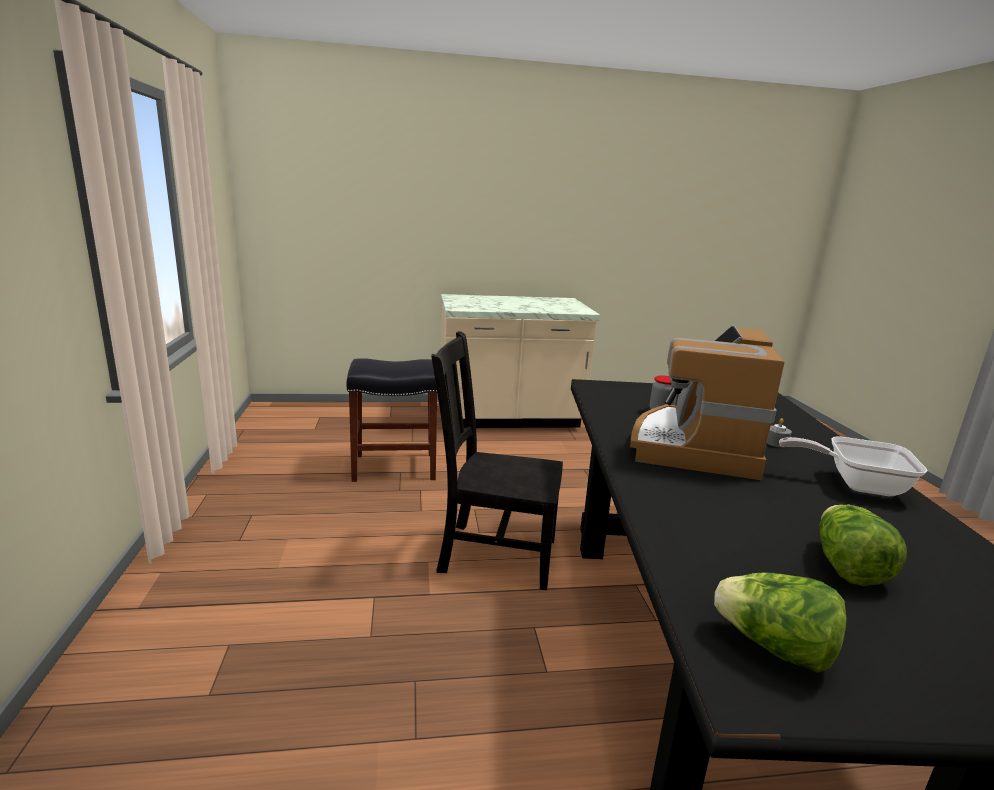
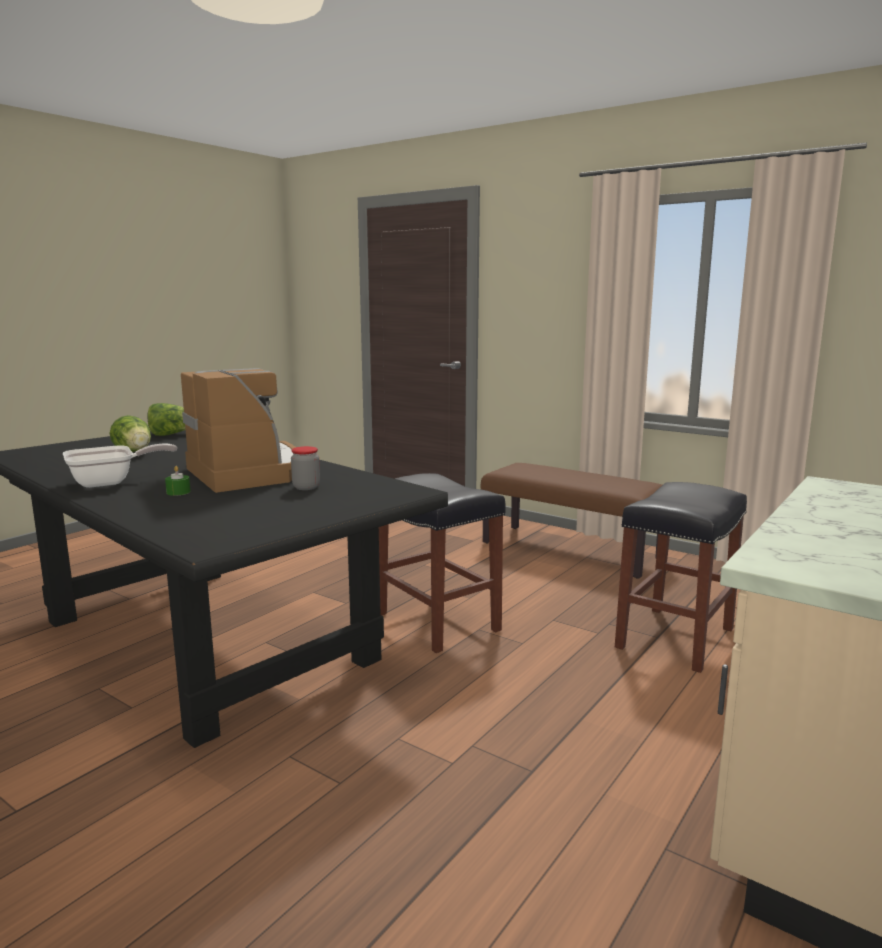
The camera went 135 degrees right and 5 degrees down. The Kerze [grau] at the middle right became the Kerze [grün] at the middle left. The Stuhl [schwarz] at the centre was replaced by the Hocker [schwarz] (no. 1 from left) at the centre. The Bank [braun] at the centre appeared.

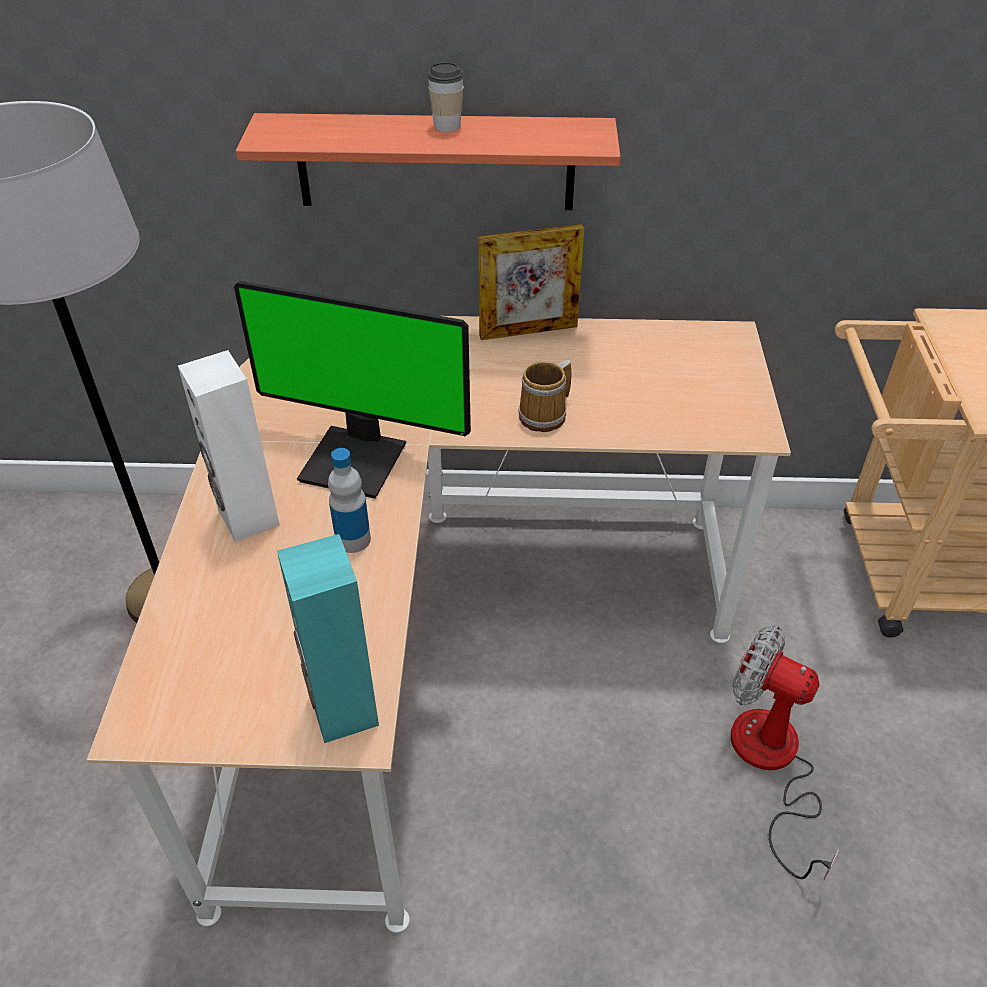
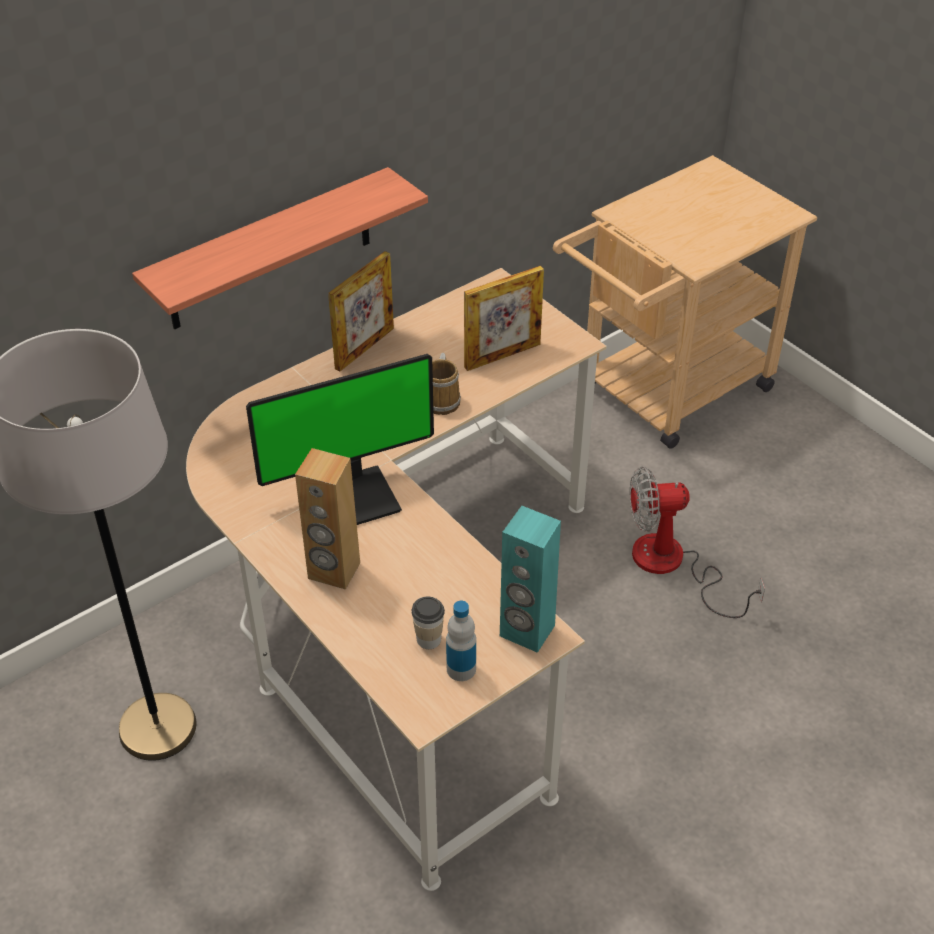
The camera went 40 degrees left and 0 degrees up. The Lautsprecher [weiß] at the middle left became the Lautsprecher [braun] at the centre. The Tasse moved from the top centre to the bottom centre. The Flasche moved from the centre to the bottom centre. The Bilderrahmen (no. 2 from left) at the centre appeared.

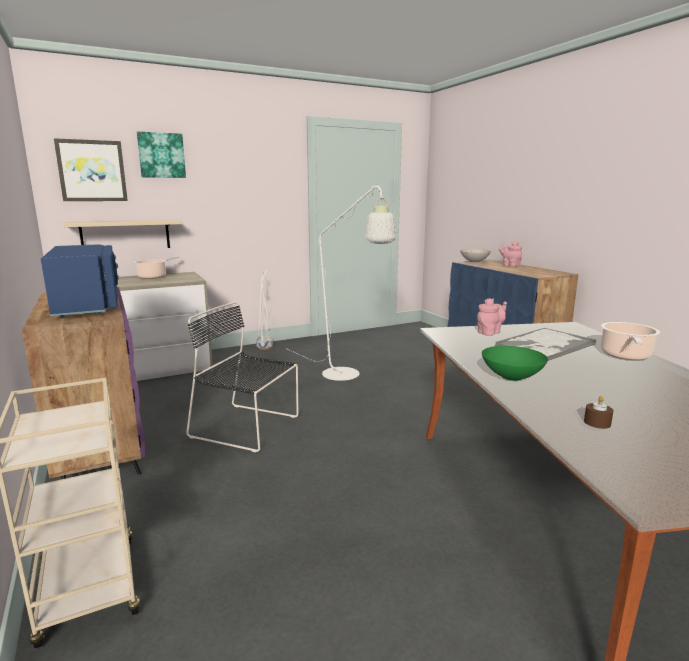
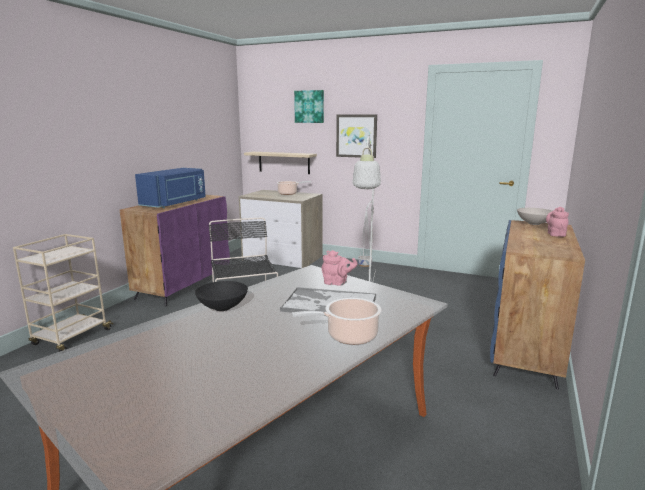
The camera went 50 degrees right and 0 degrees up. The Schüssel [grün] at the middle right became the Schüssel [schwarz] at the centre. The Bild (no. 1 from left in the first image) moved from the top left to the top centre. The Kerze [braun] at the middle right disappeared.

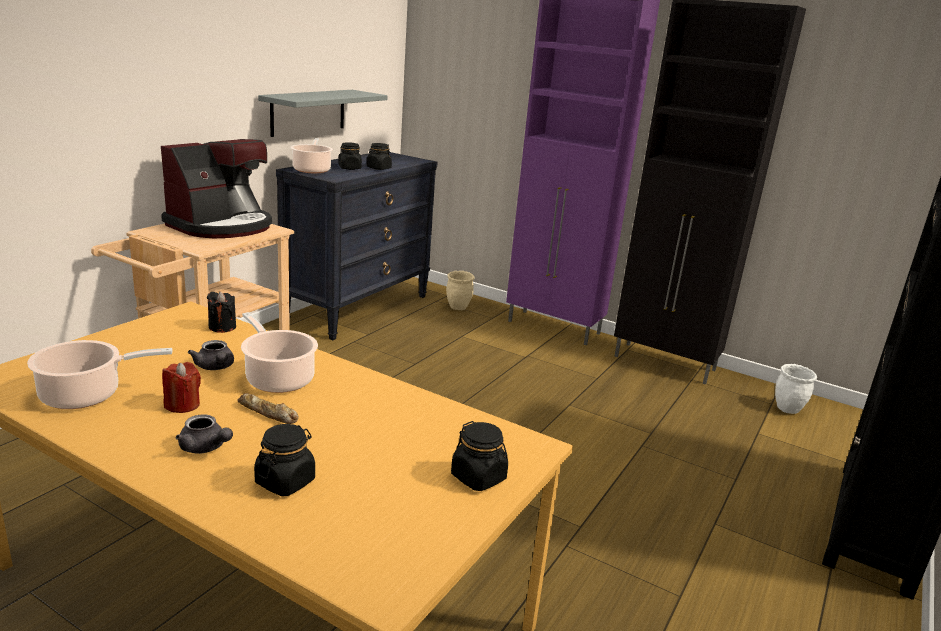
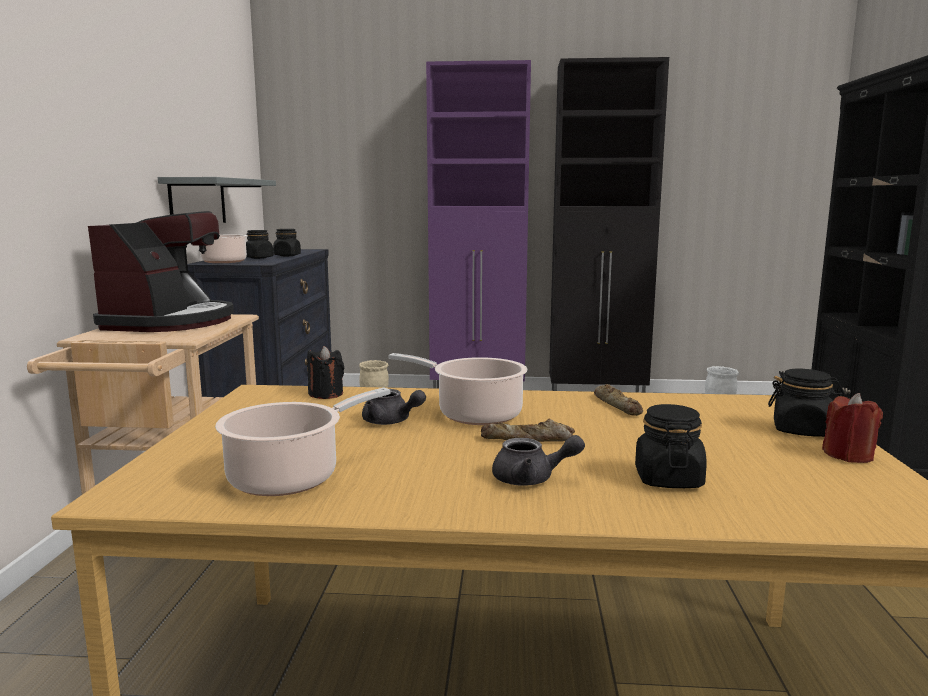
The camera went 25 degrees left and 10 degrees down. The Brot (no. 2 from left) at the centre appeared. The Kerze [rot] moved from the middle left to the middle right.

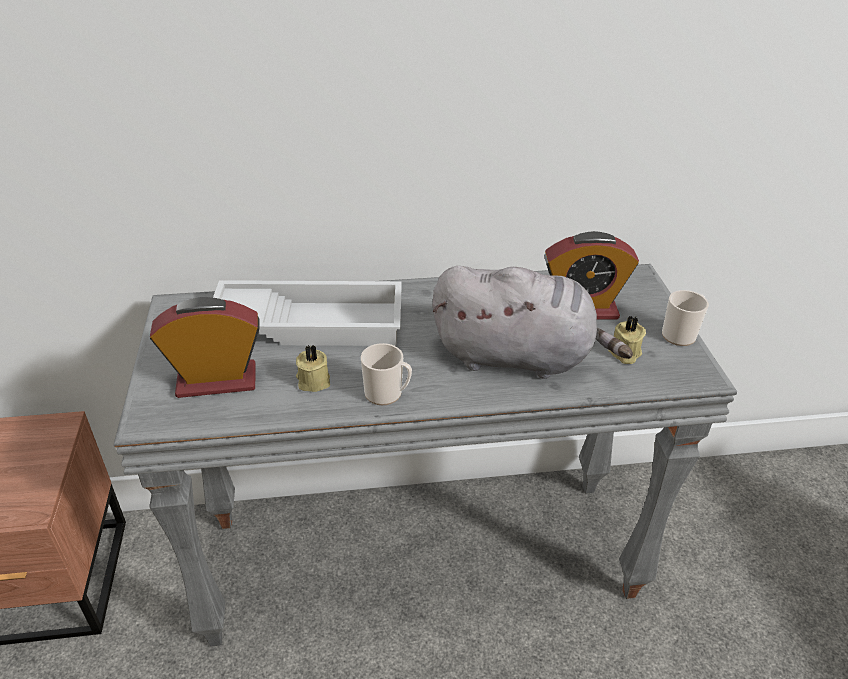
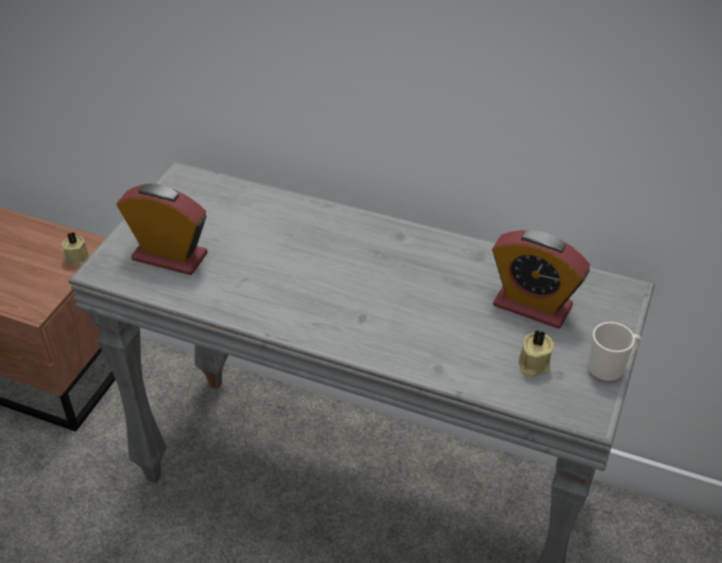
The camera went 30 degrees right and 5 degrees up. The Kerze [beige] (no. 1 from left) moved from the centre to the middle left. The Tablett [weiß] at the centre disappeared. The Henkelbecher (no. 1 from left) at the centre disappeared. The Plüschtier [grau] at the centre disappeared.

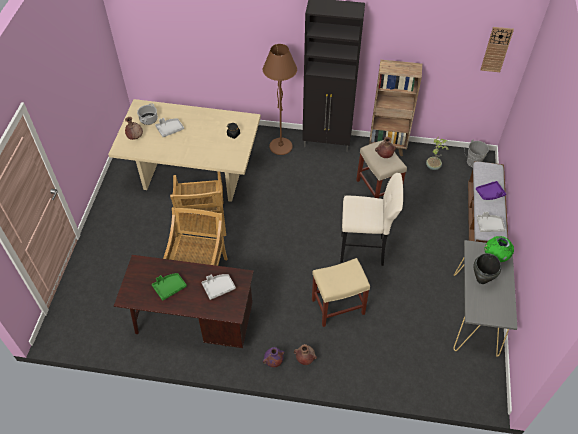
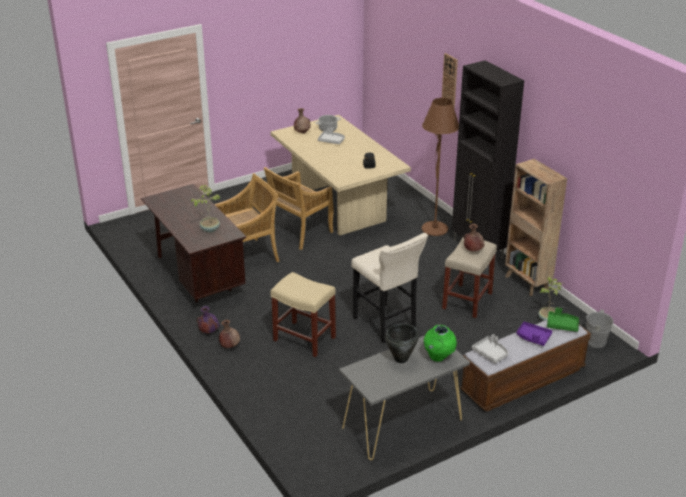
The camera went 50 degrees right and 20 degrees down. The Tablett [grau] (no. 2 from left) at the centre was replaced by the Topfpflanze (no. 1 from left) at the middle left. The Wanduhr moved from the top right to the top centre. The Tablett [grün] moved from the middle left to the middle right.

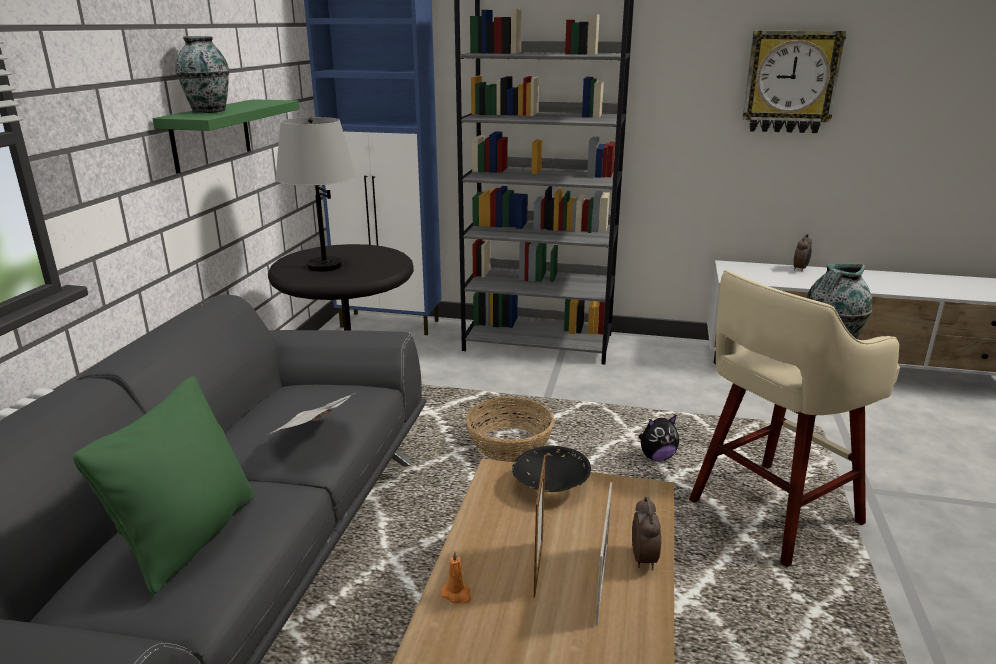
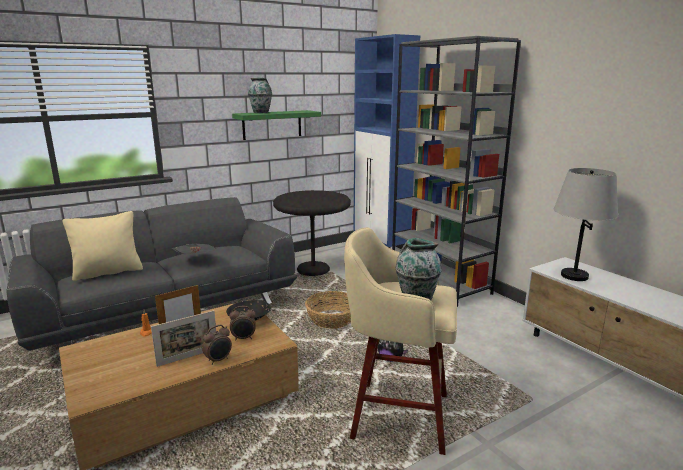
The camera went 45 degrees right and 5 degrees down. The Kissen [grün] at the bottom left became the Kissen [beige] at the middle left. The Wecker (no. 2 from left) moved from the middle right to the bottom centre. The Tischlampe [grau] moved from the top left to the middle right. The Wanduhr at the top right disappeared.

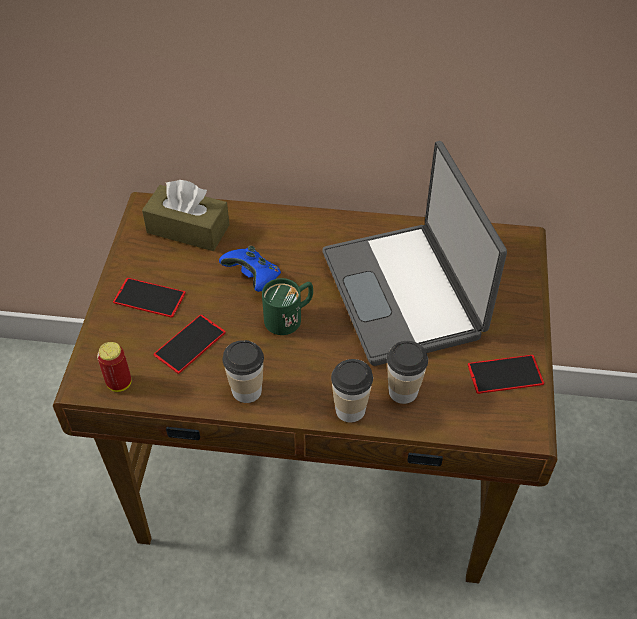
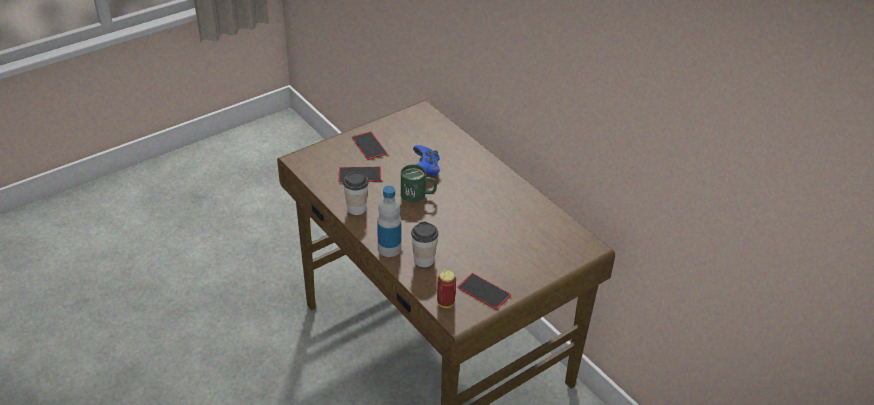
The camera went 45 degrees right and 10 degrees down. The Tasse (no. 2 from left) at the centre was replaced by the Flasche at the centre. The Dose moved from the middle left to the bottom centre. The Taschentuchbox [braun] at the middle left disappeared. The Laptop at the centre disappeared.

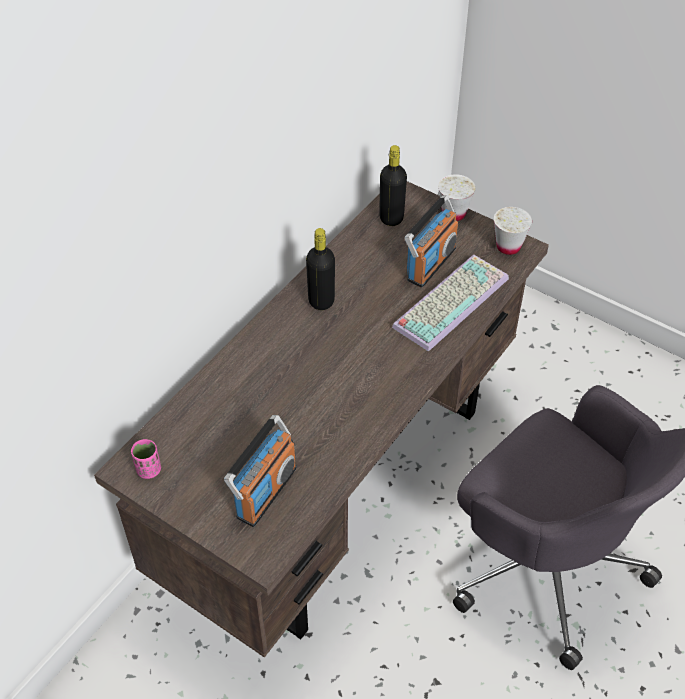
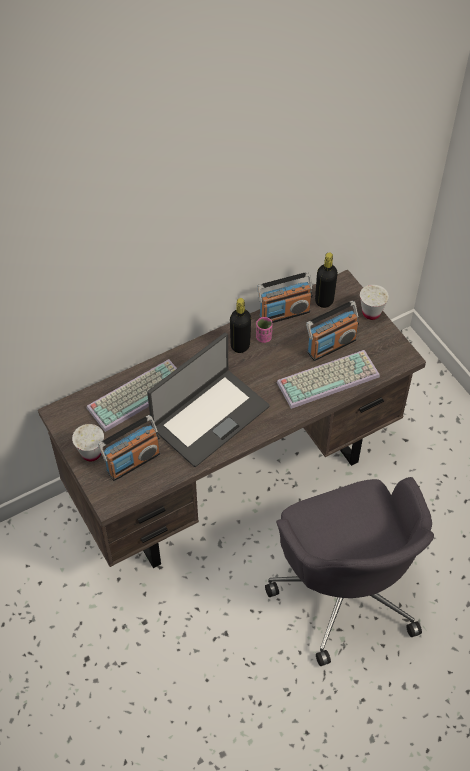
The camera went 25 degrees right and 5 degrees up. The Tasse [weiß] (no. 2 from left in the first image) moved from the top right to the middle left. The Tastatur (no. 1 from left) at the middle left appeared. The Laptop at the centre appeared. The Tasse [rosa] moved from the middle left to the centre. The Radio (no. 2 from left) at the centre appeared.

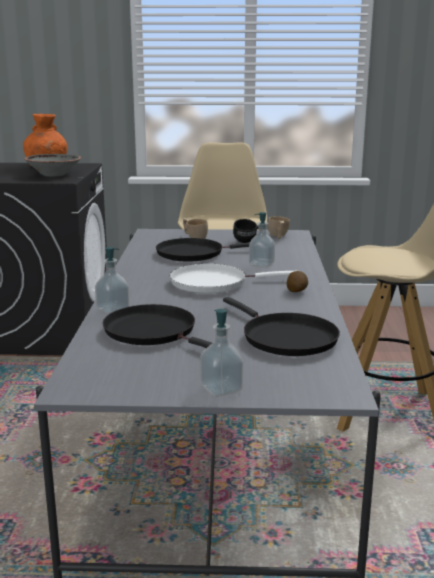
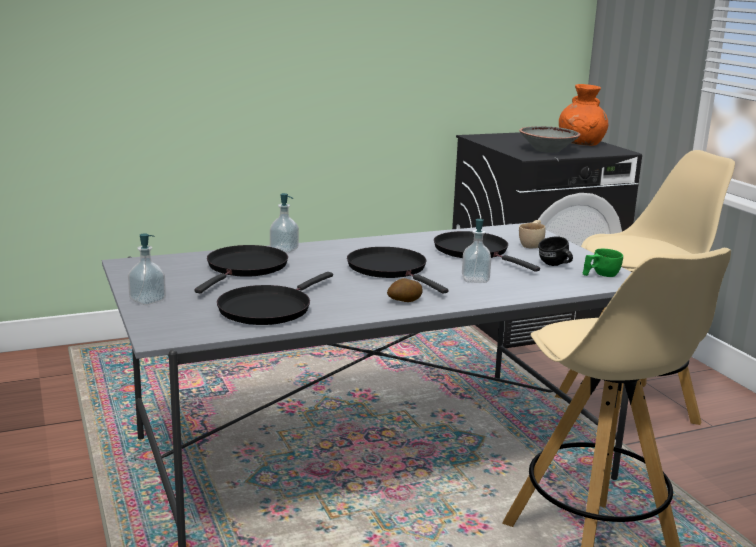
The camera went 65 degrees right and 0 degrees up. The Pfanne [weiß] at the centre became the Pfanne [schwarz] (no. 3 from left) at the centre. The Tasse [beige] (no. 2 from left) at the centre became the Tasse [grün] at the middle right.

